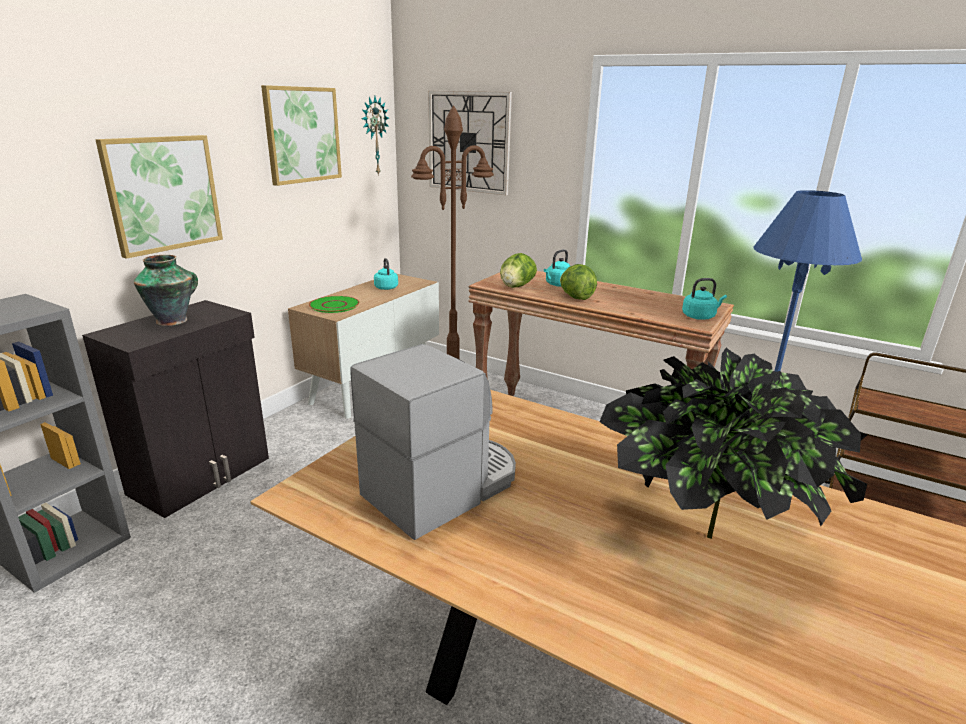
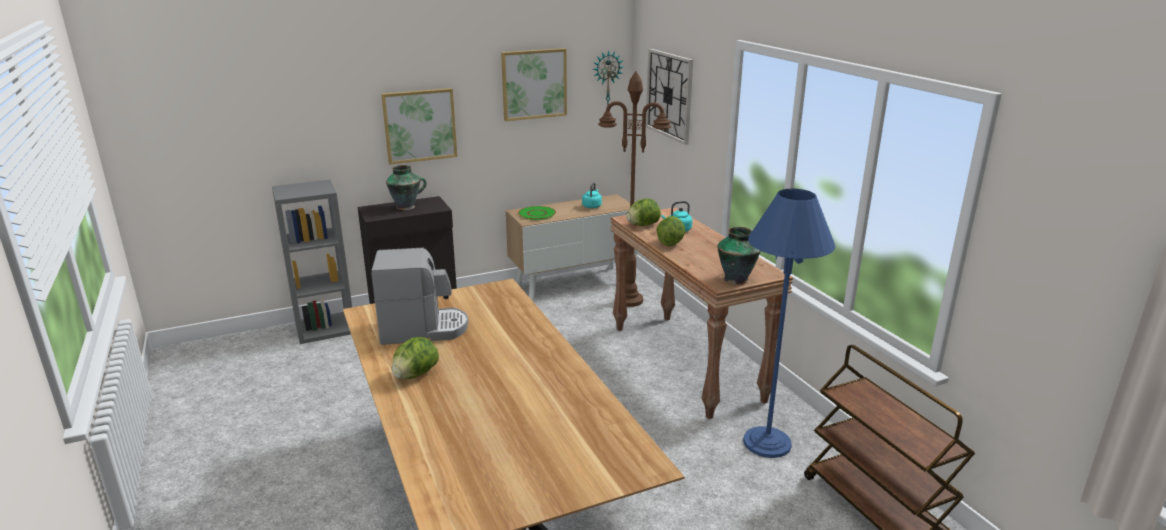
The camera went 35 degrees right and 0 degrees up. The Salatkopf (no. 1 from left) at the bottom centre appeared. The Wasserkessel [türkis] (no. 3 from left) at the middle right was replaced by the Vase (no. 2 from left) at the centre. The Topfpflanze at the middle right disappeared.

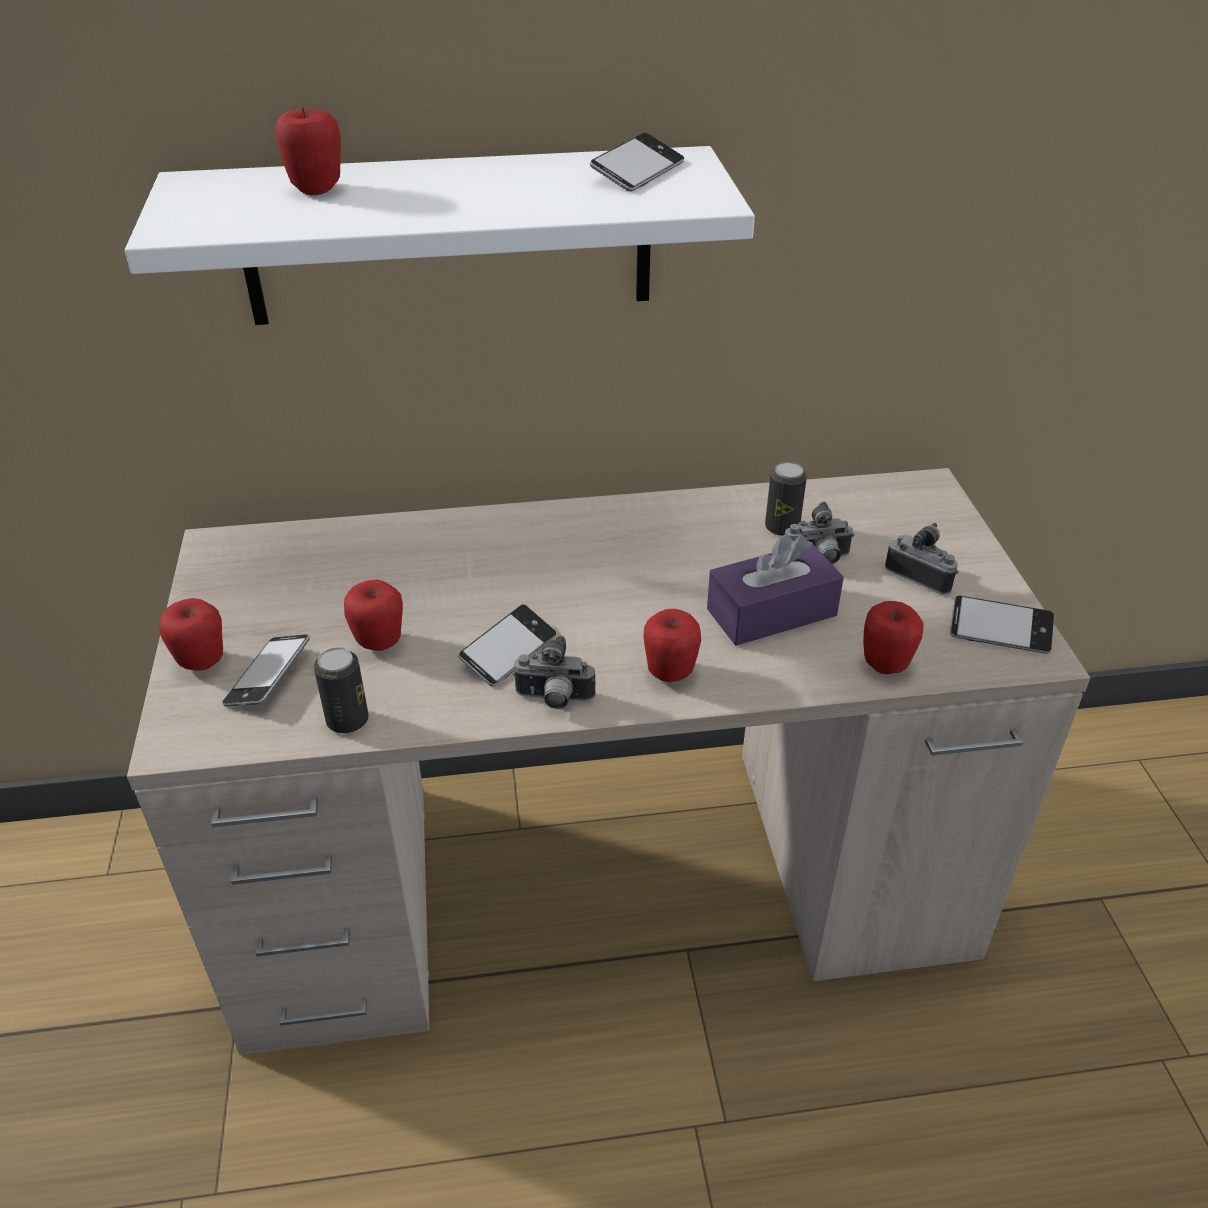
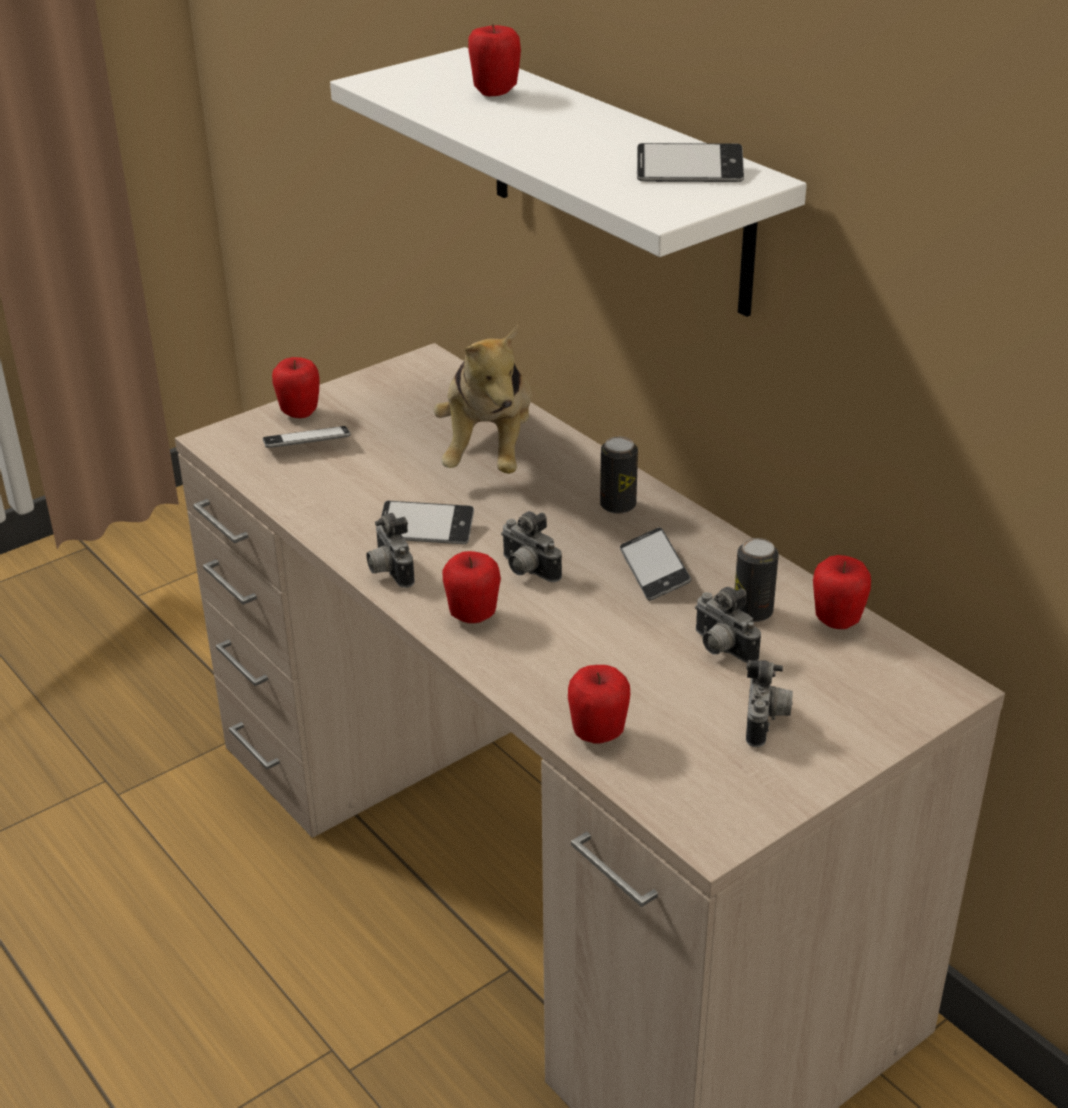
The camera went 60 degrees right and 5 degrees down. The Plüschtier at the centre appeared. The Kamera (no. 2 from left) at the centre appeared. The Dose (no. 1 from left) moved from the middle left to the centre. The Handy (no. 4 from left in the first image) moved from the middle right to the centre. The Apfel (no. 3 from left in the first image) moved from the middle left to the middle right. The Taschentuchbox [lila] at the centre disappeared.

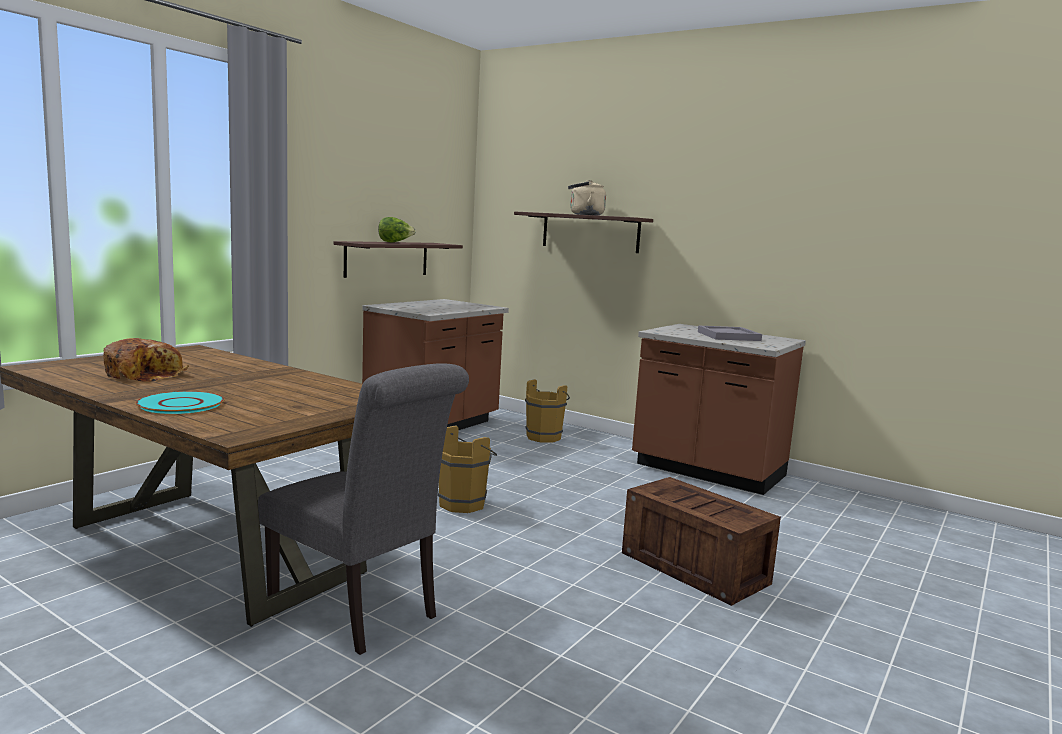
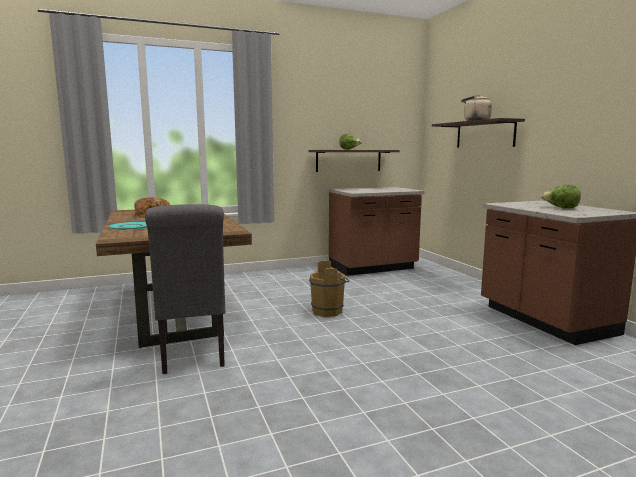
The camera went 35 degrees right and 0 degrees up. The Tablett [grau] at the middle right was replaced by the Salatkopf (no. 2 from left) at the middle right. The Eimer [braun] (no. 2 from left) at the centre disappeared. The Kiste at the bottom centre disappeared.

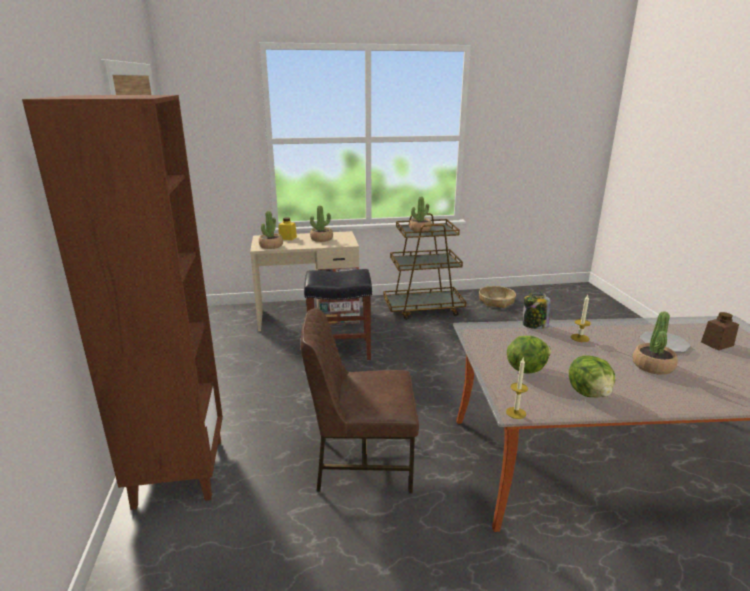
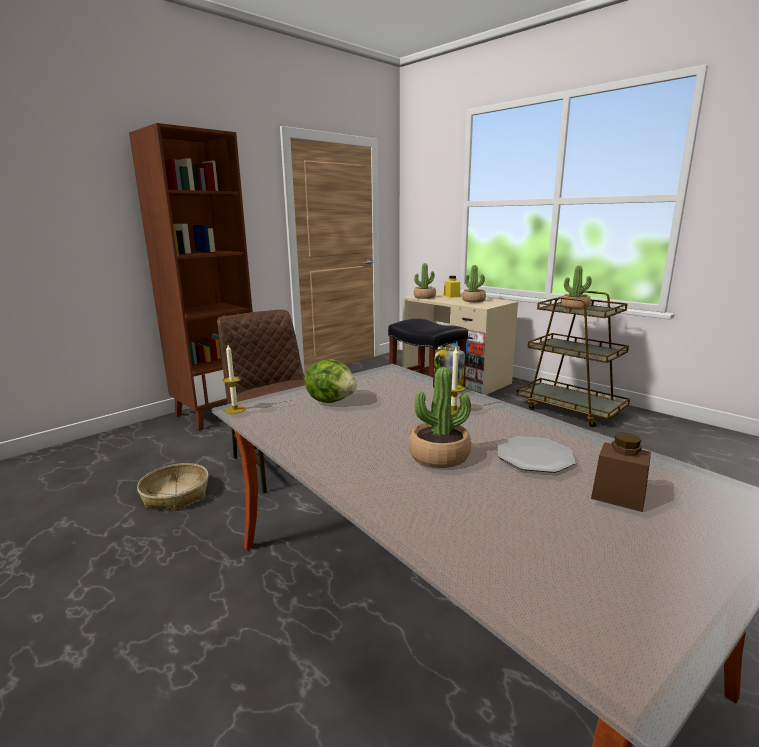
The camera went 55 degrees right and 5 degrees down. The Korb moved from the centre to the middle left. The Salatkopf (no. 2 from left) at the middle right disappeared.

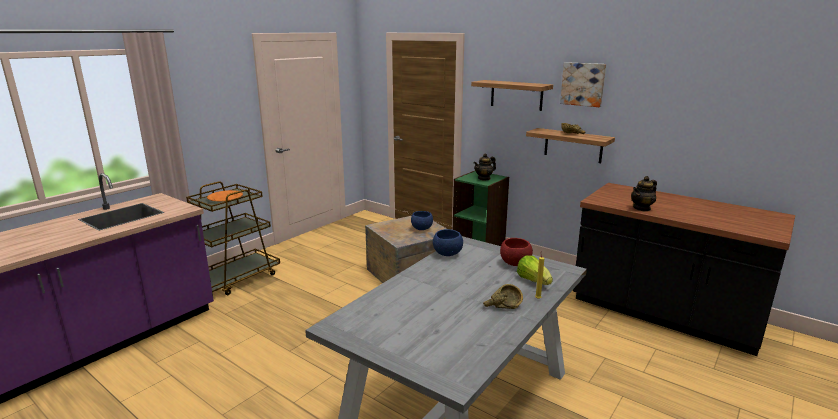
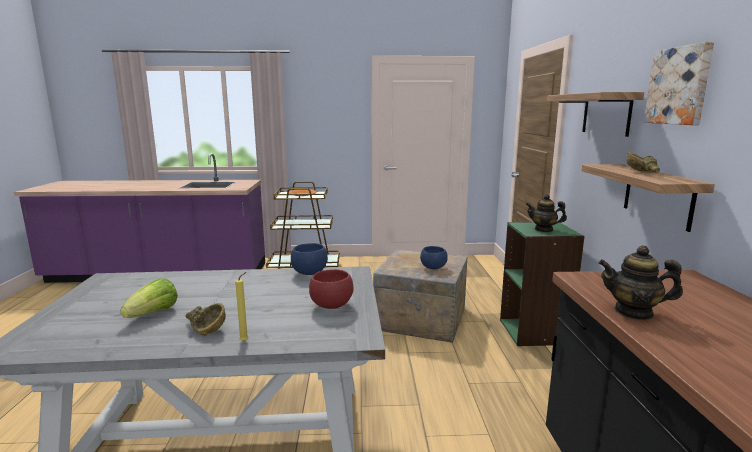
The camera went 50 degrees right and 5 degrees down. The Salatkopf moved from the centre to the middle left.

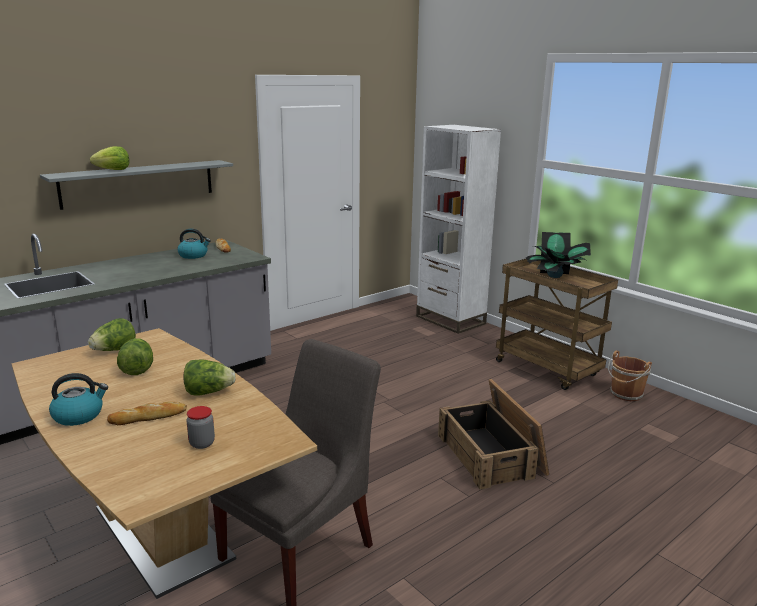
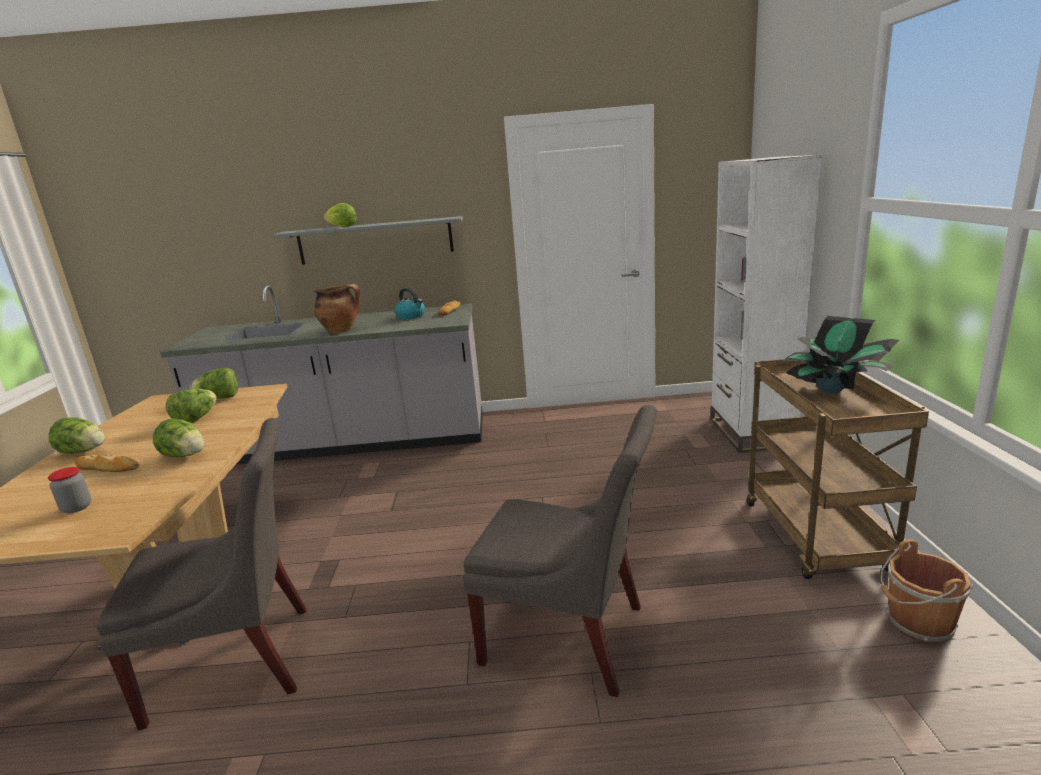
The camera went 40 degrees right and 0 degrees up. The Wasserkessel (no. 1 from left) at the middle left was replaced by the Salatkopf (no. 1 from left) at the middle left. The Kochtopf at the middle left appeared. The Kiste at the bottom centre was replaced by the Stuhl [grau] (no. 2 from left) at the bottom centre.

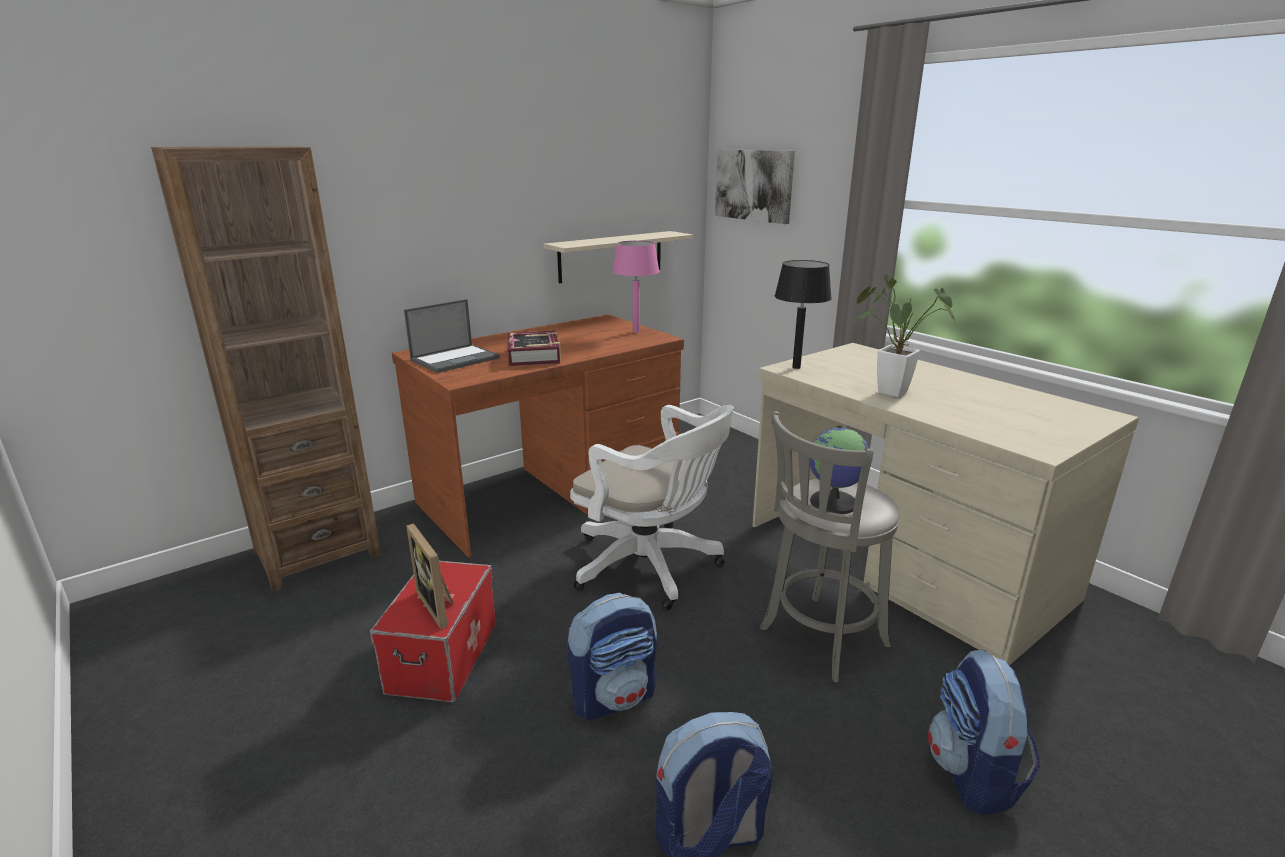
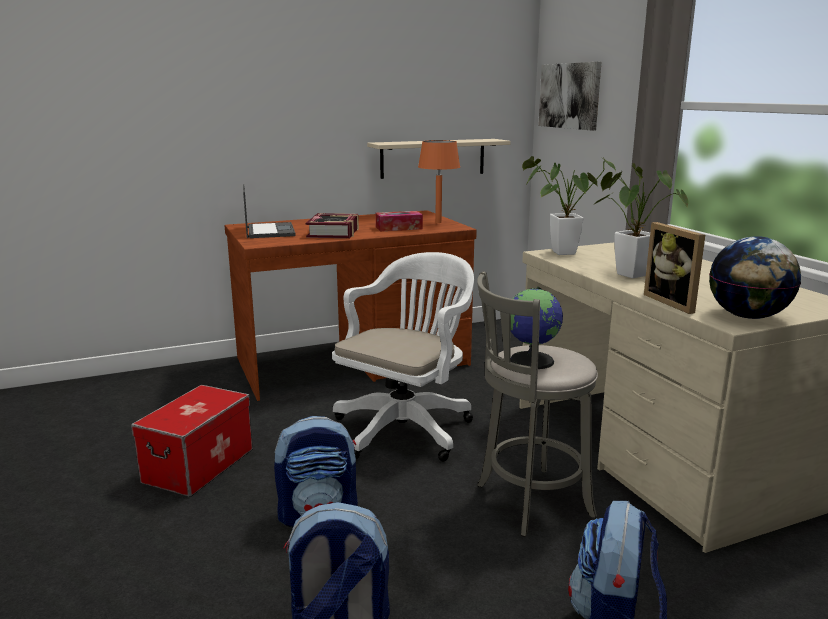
The camera went 15 degrees right and 5 degrees down. The Laptop at the centre turned 75 degrees counterclockwise. The Bürostuhl [weiß] at the centre turned 105 degrees counterclockwise. The Taschentuchbox at the centre appeared. The Tischlampe [rosa] at the centre became the Tischlampe [orange] at the top centre. The Tischlampe [schwarz] at the centre was replaced by the Topfpflanze (no. 1 from left) at the top right. The Bilderrahmen moved from the bottom centre to the middle right. The Globus (no. 2 from left) at the middle right appeared. The Bücherregal [braun] at the middle left disappeared.

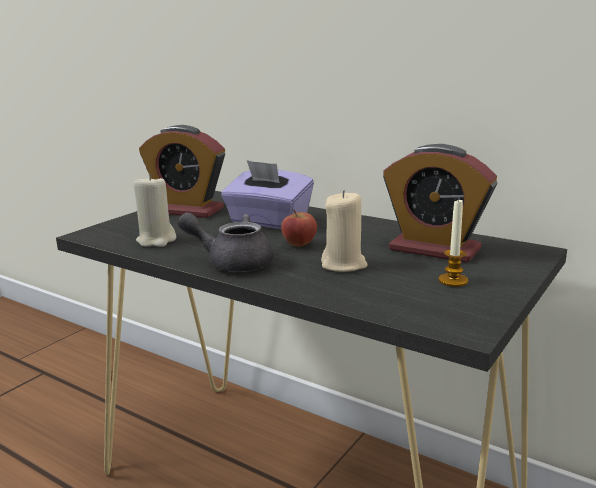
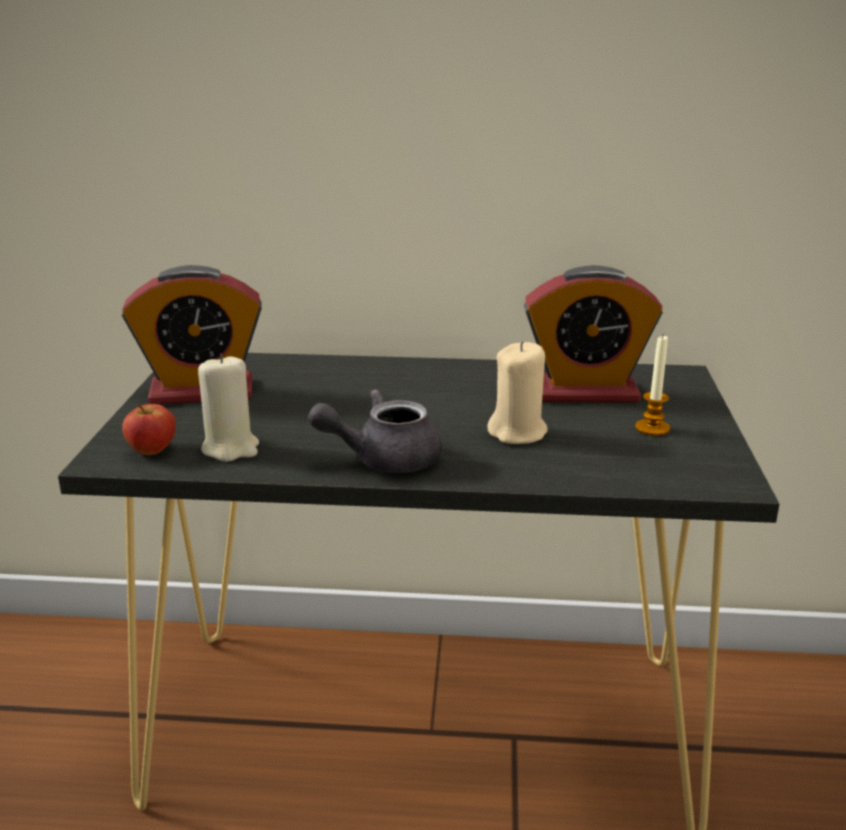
The camera went 30 degrees left and 5 degrees up. The Apfel moved from the centre to the middle left. The Taschentuchbox [lila] at the centre disappeared.

